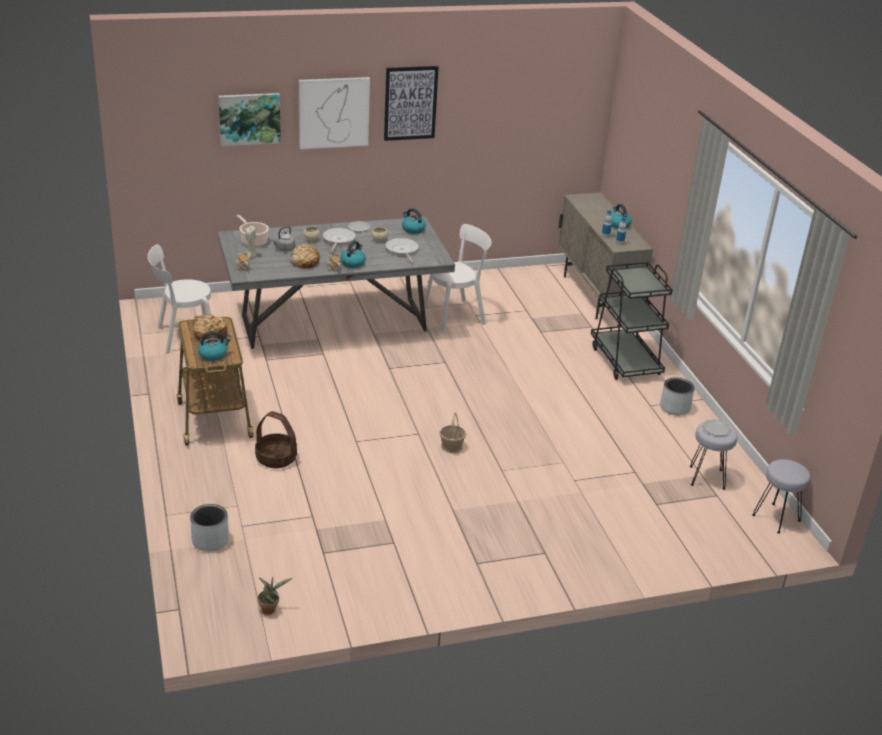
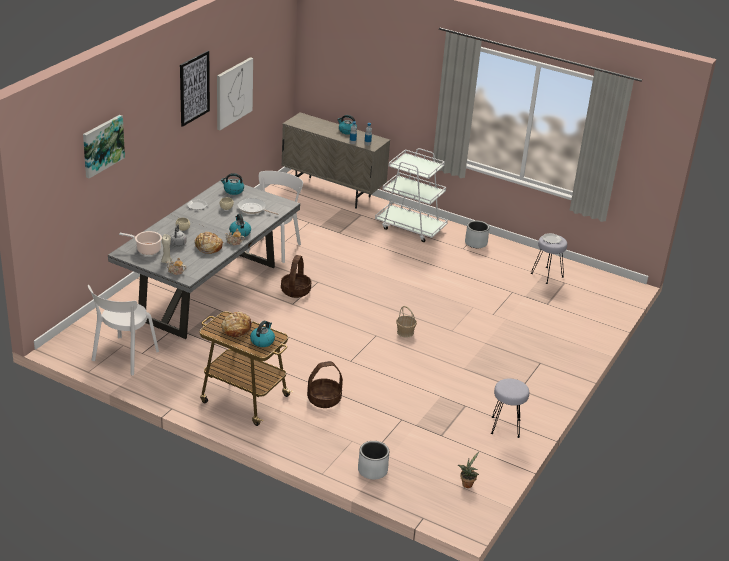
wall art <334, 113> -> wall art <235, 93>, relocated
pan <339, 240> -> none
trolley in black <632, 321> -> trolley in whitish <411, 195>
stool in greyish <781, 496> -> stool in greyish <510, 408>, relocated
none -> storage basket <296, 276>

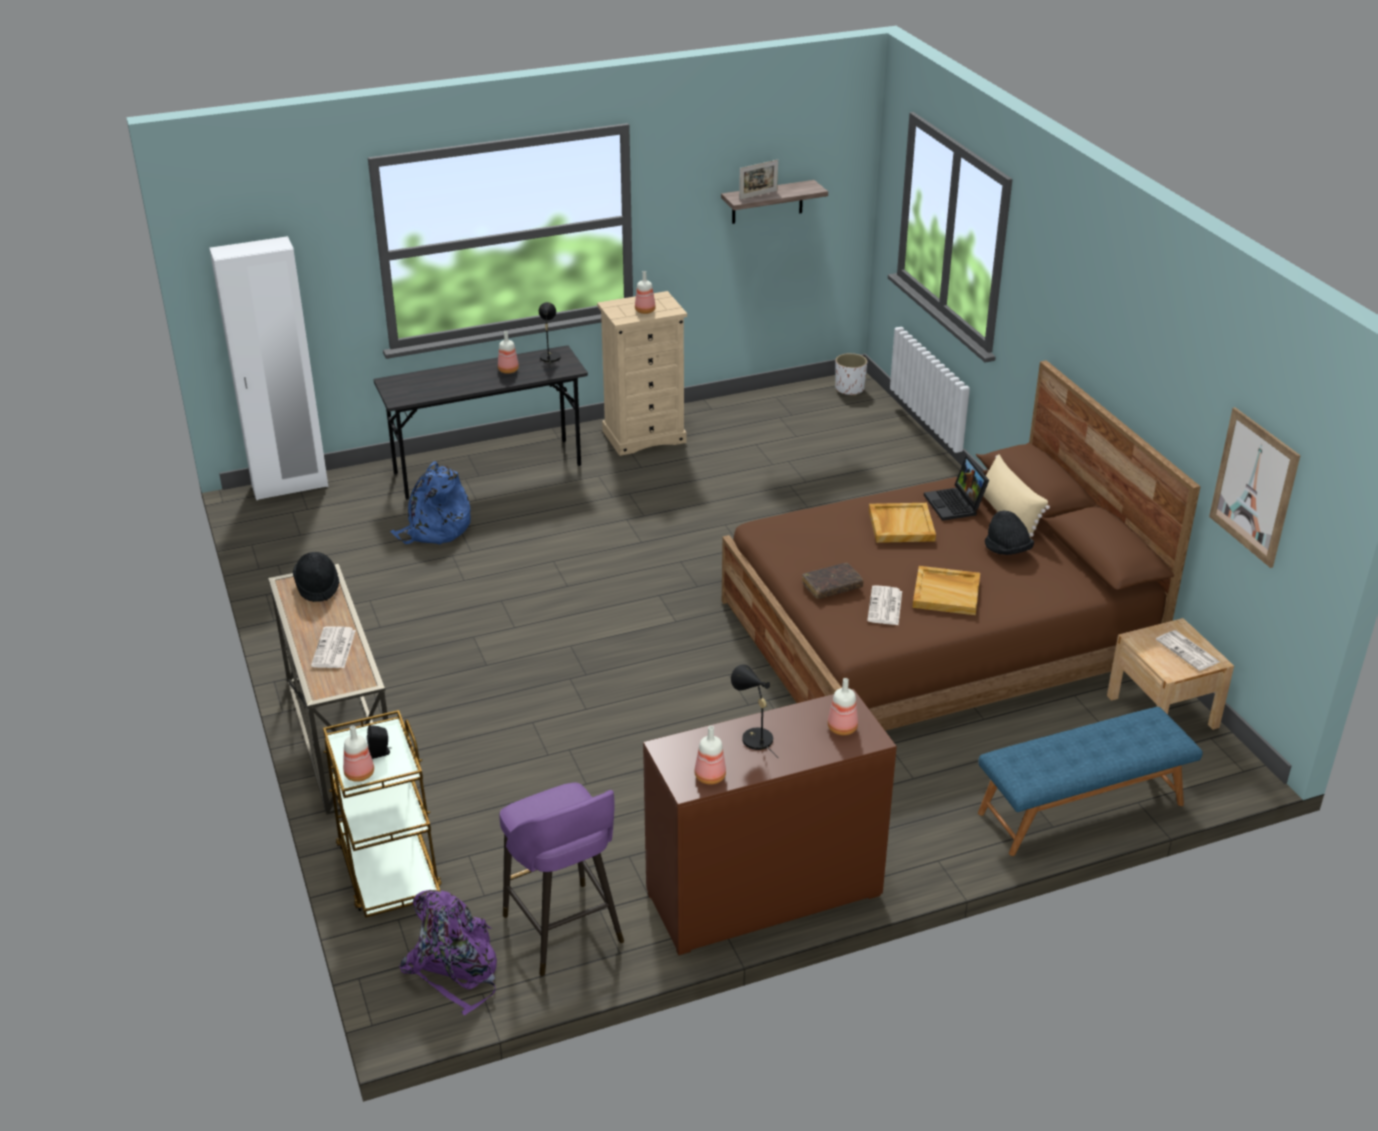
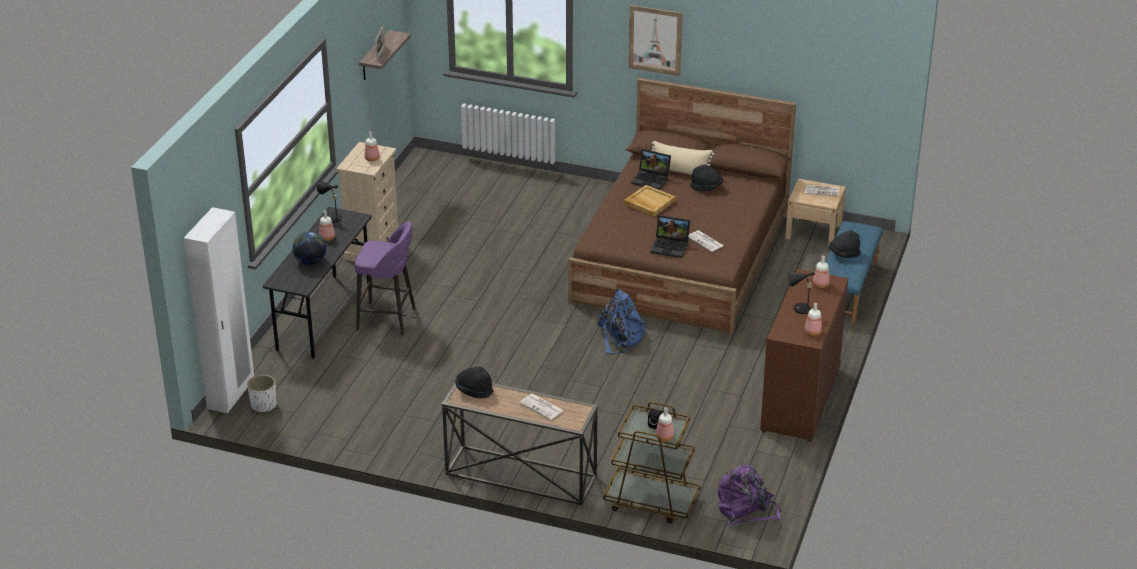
plant pot in whitish <851, 374> -> plant pot in whitish <261, 394>, relocated
wall art <1255, 487> -> wall art <655, 40>, relocated
knapsack in blue-coloured <430, 502> -> knapsack in blue-coloured <622, 321>, relocated
book in brownish <833, 581> -> portable computer <670, 236>
serving tray in beige <946, 590> -> none
stool in purple-coloured <561, 879> -> stool in purple-coloured <385, 278>, relocated
none -> clothing hat in black <844, 244>
none -> desk globe <309, 248>

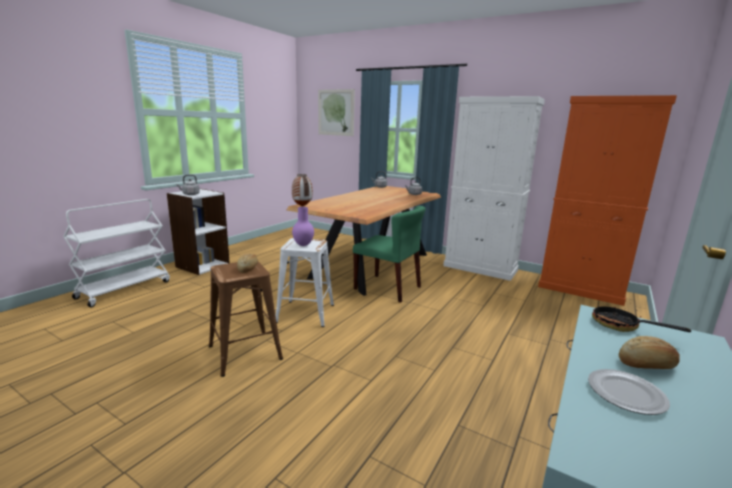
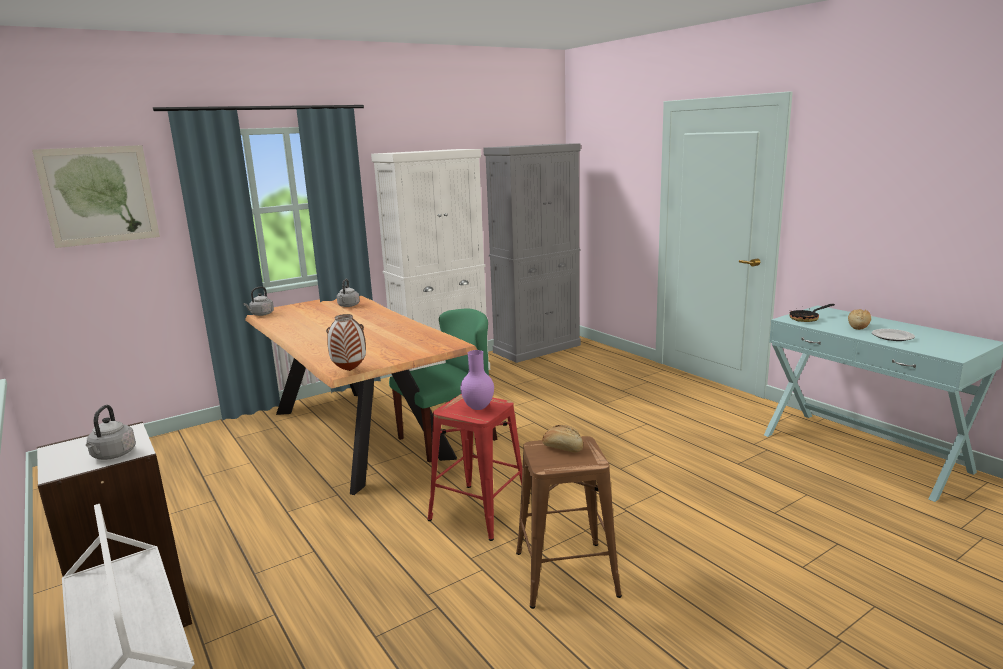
cabinet in orangey <607, 200> -> cabinet in greyish <532, 253>
stool in whitish <305, 282> -> stool in red-coloured <475, 467>

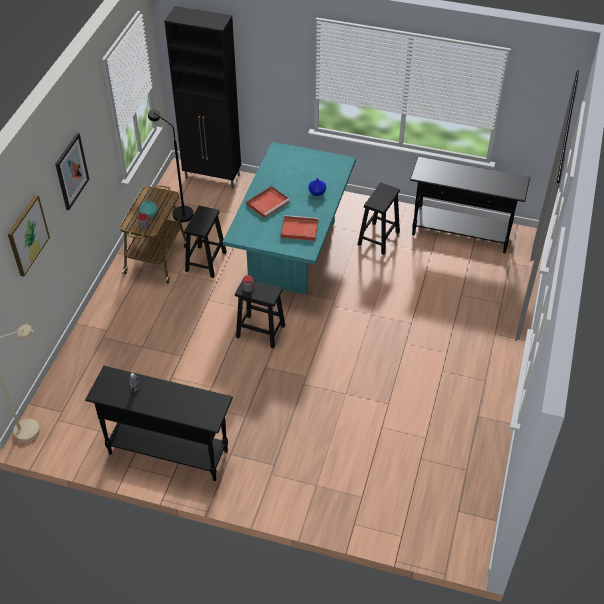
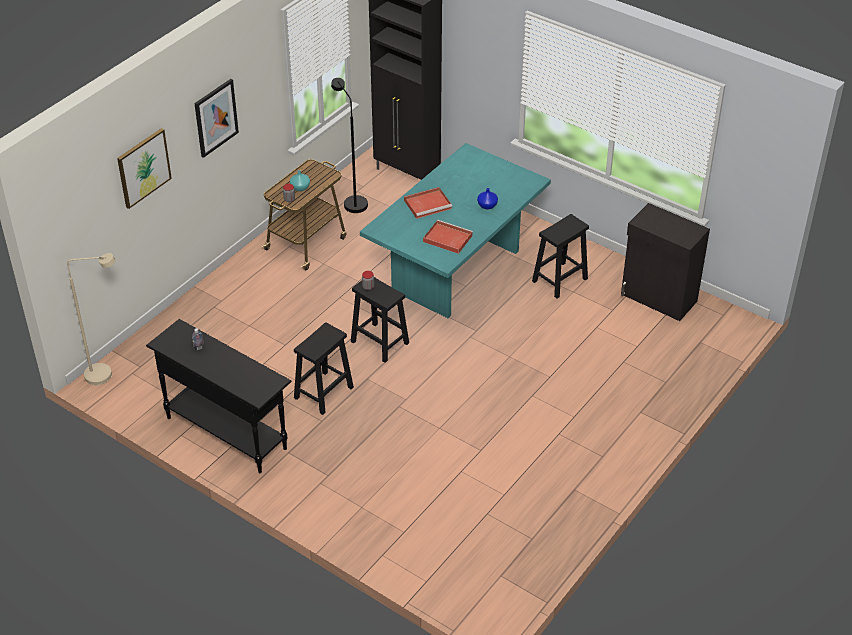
hall table in black <470, 205> -> cabinet in black <665, 262>
stool in black <205, 242> -> stool in black <324, 368>, relocated

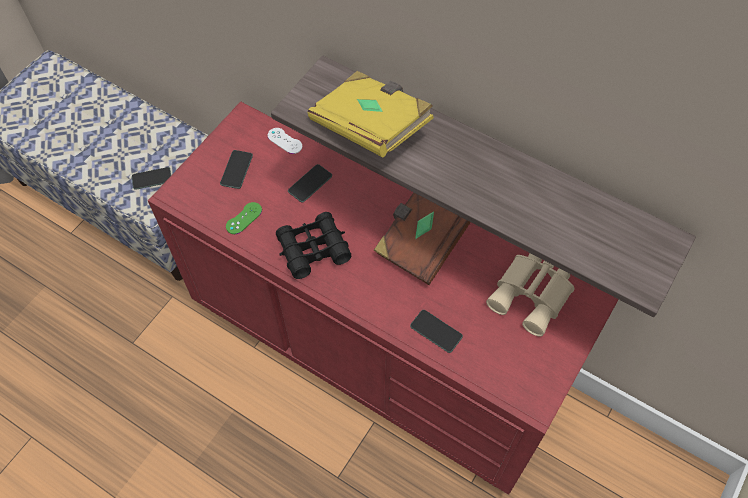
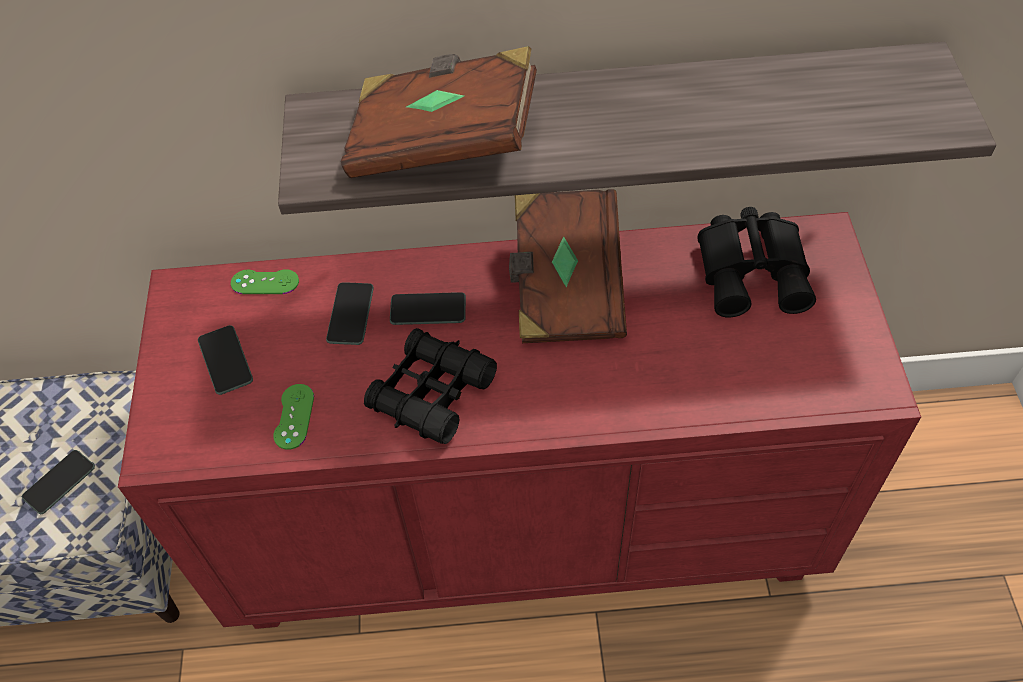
book in yellow <371, 114> -> book in brownish <439, 112>
game controller in whitish <285, 141> -> game controller in green <265, 281>
pair of binoculars in beige <530, 295> -> pair of binoculars in black <756, 262>
telephone <436, 331> -> telephone <428, 308>, relocated

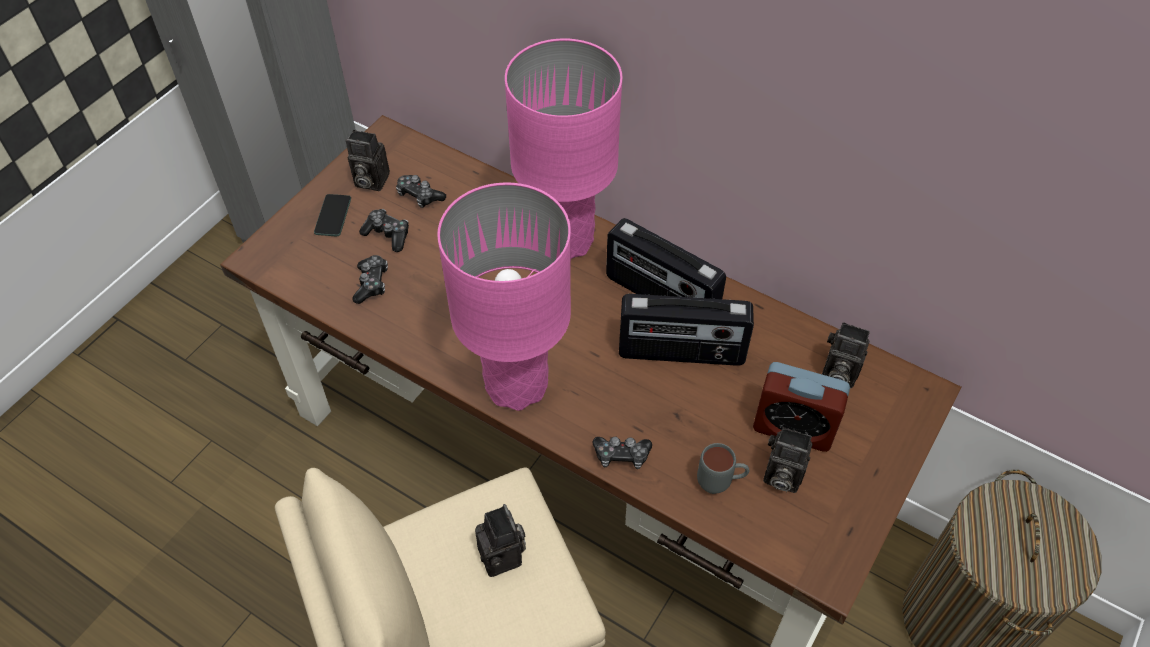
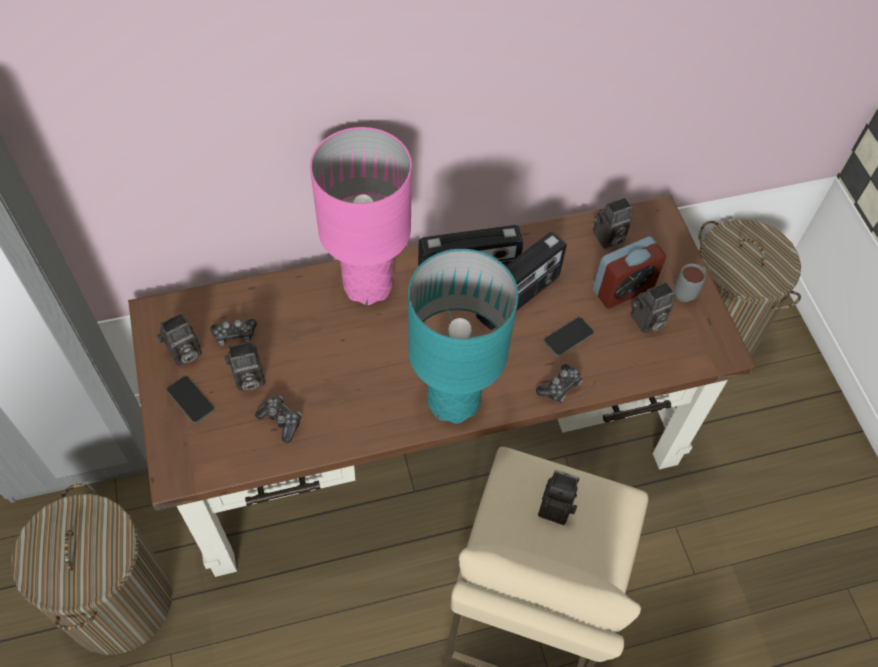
tabletop lamp in pink <504, 296> -> tabletop lamp in turquoise-coloured <463, 336>
game controller <384, 230> -> still camera <244, 366>
coffee mug in greyish <723, 468> -> coffee mug in greyish <690, 282>, relocated
none -> telephone <569, 336>
none -> washing basket <91, 569>

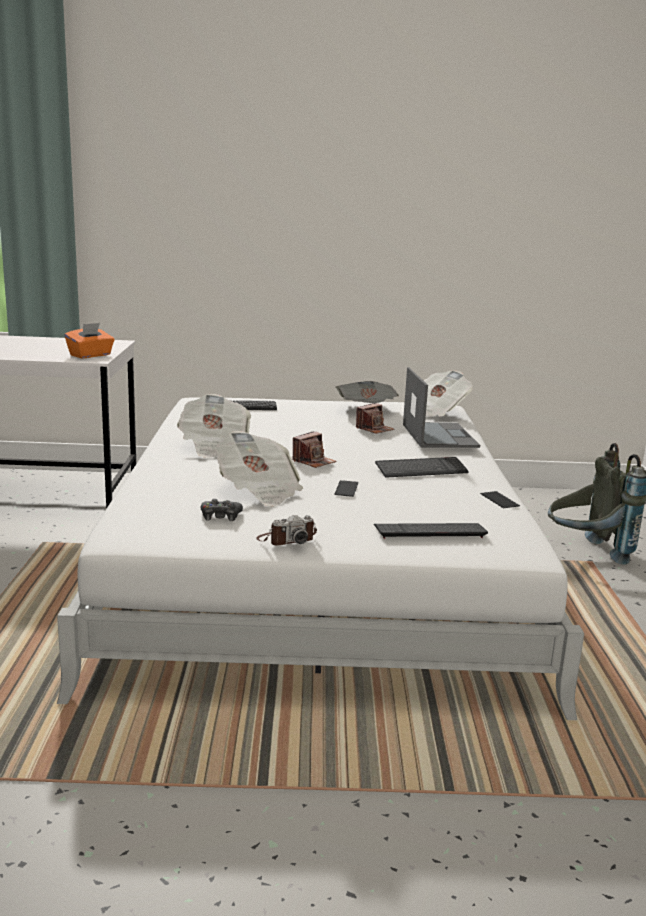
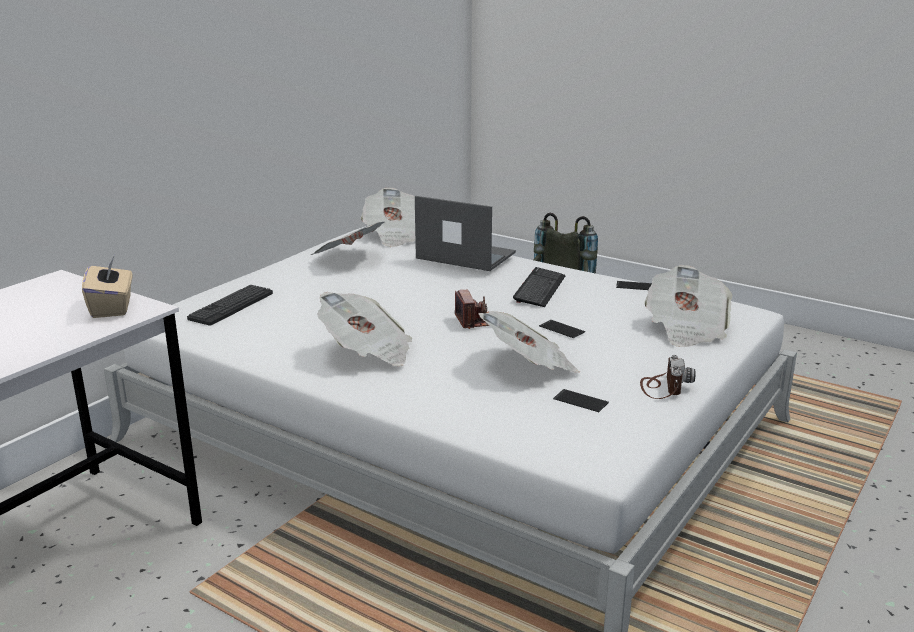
tissue box in orangey <89, 340> -> tissue box in beige <107, 286>
still camera <375, 418> -> none
game controller in black <222, 510> -> telephone <581, 400>
computer keyboard <431, 531> -> newspaper <688, 306>

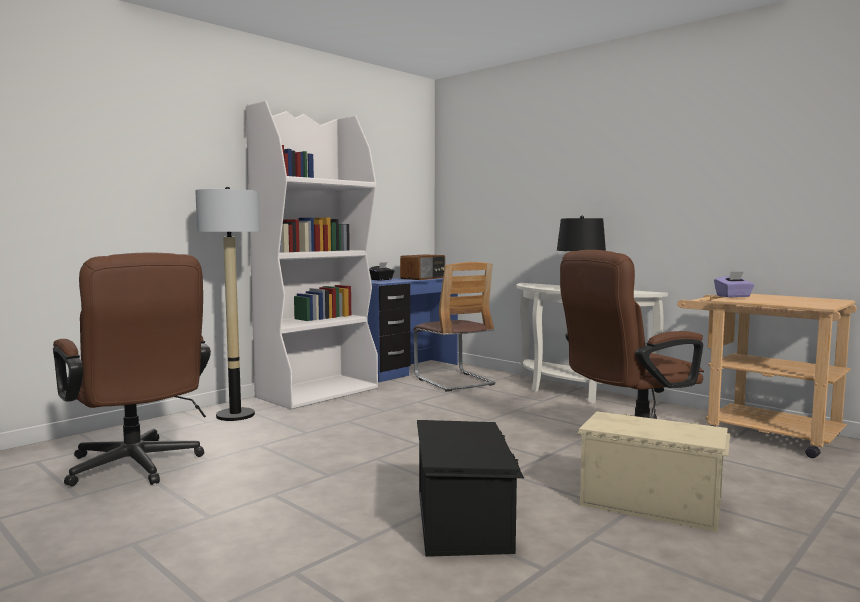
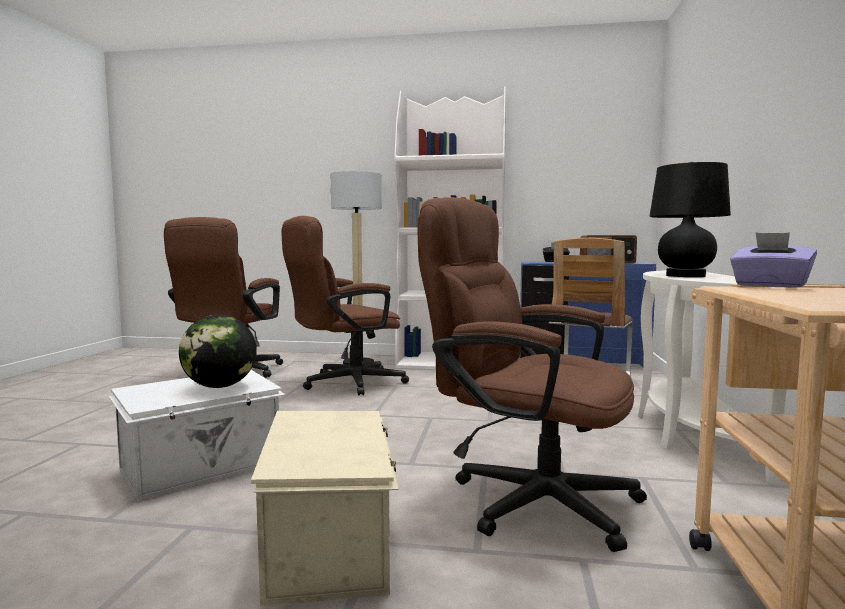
storage bin in black <470, 488> -> storage bin in whitish <197, 435>
none -> desk chair in brownish <345, 306>
none -> desk globe <218, 351>

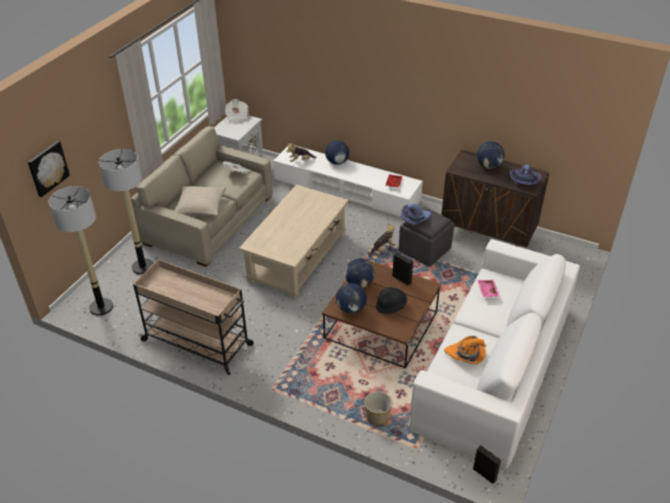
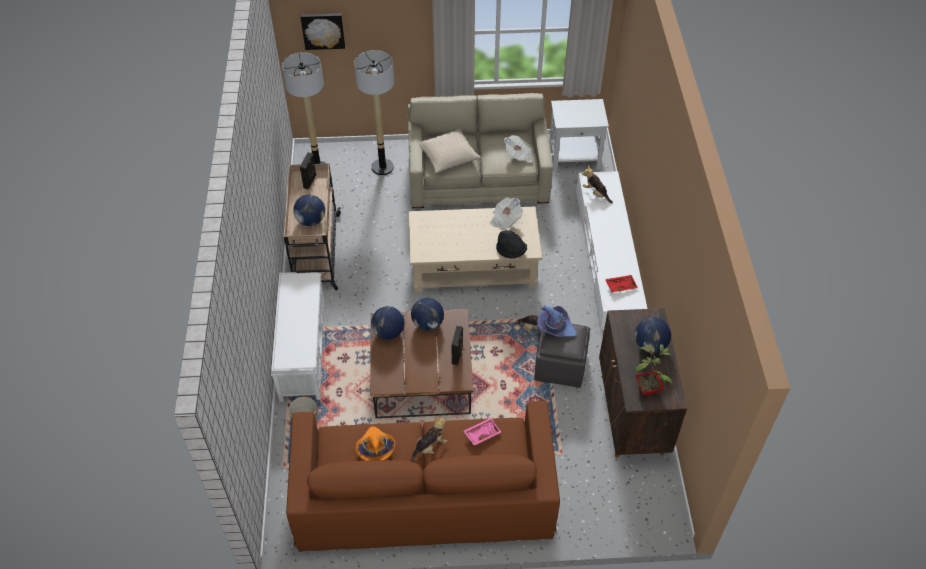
newspaper <236, 112> -> newspaper <506, 213>, relocated
desk globe <337, 152> -> desk globe <309, 210>, relocated
clothing hat in purple-coloured <525, 174> -> potted plant <654, 369>
couch in whitish <494, 354> -> couch in brownish <423, 476>
clothing hat in black <391, 300> -> clothing hat in black <511, 244>, relocated
loudspeaker in black <487, 464> -> loudspeaker in black <308, 171>, relocated
none -> indoor bench in whitish <298, 337>
none -> soft toy <429, 439>

